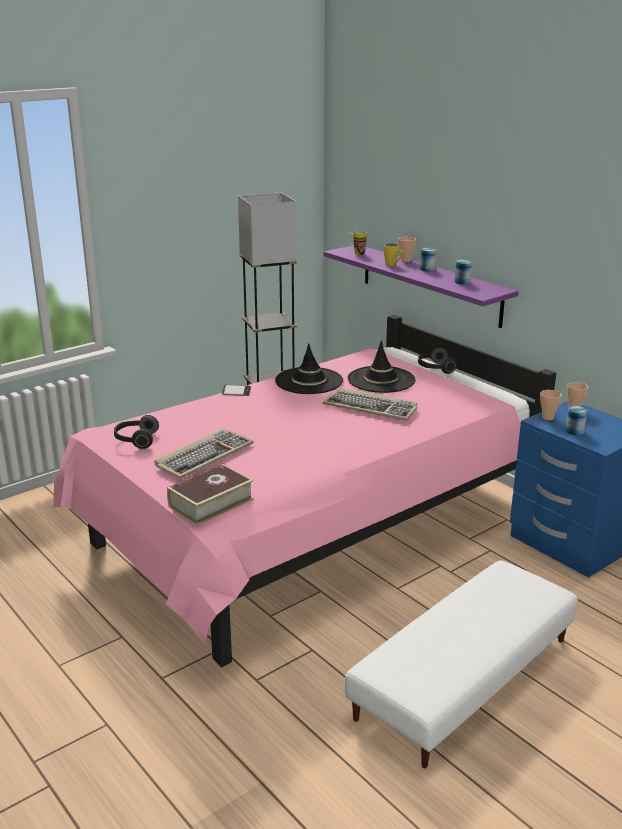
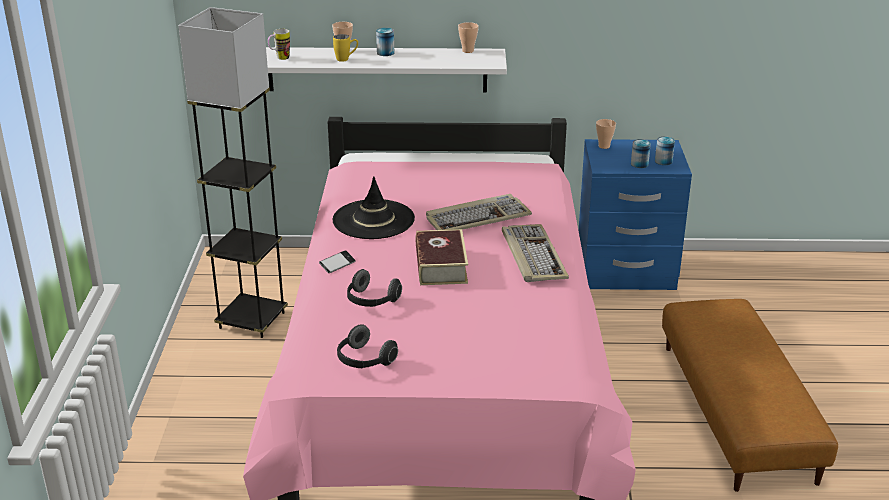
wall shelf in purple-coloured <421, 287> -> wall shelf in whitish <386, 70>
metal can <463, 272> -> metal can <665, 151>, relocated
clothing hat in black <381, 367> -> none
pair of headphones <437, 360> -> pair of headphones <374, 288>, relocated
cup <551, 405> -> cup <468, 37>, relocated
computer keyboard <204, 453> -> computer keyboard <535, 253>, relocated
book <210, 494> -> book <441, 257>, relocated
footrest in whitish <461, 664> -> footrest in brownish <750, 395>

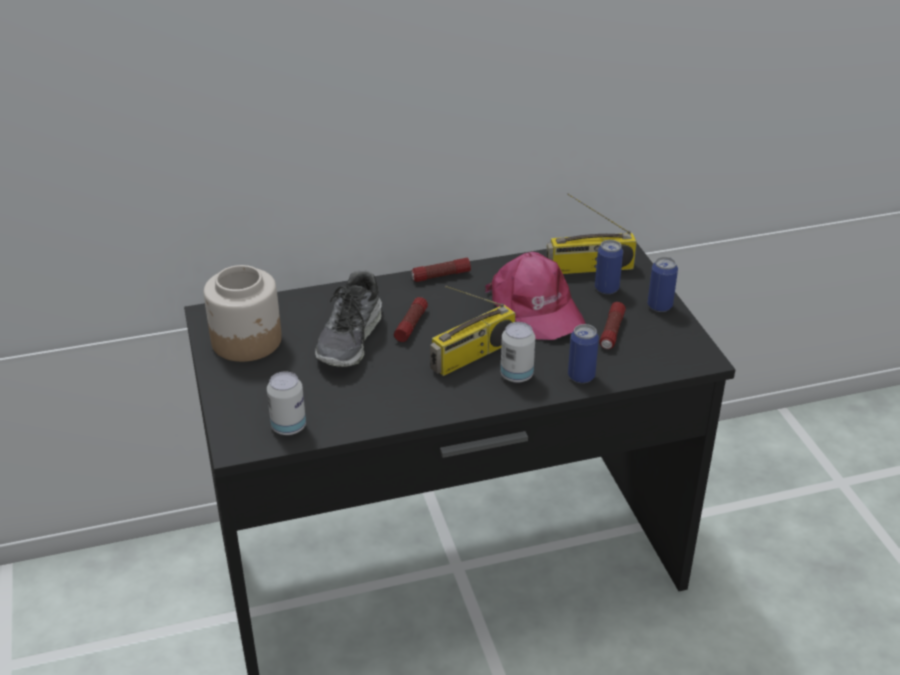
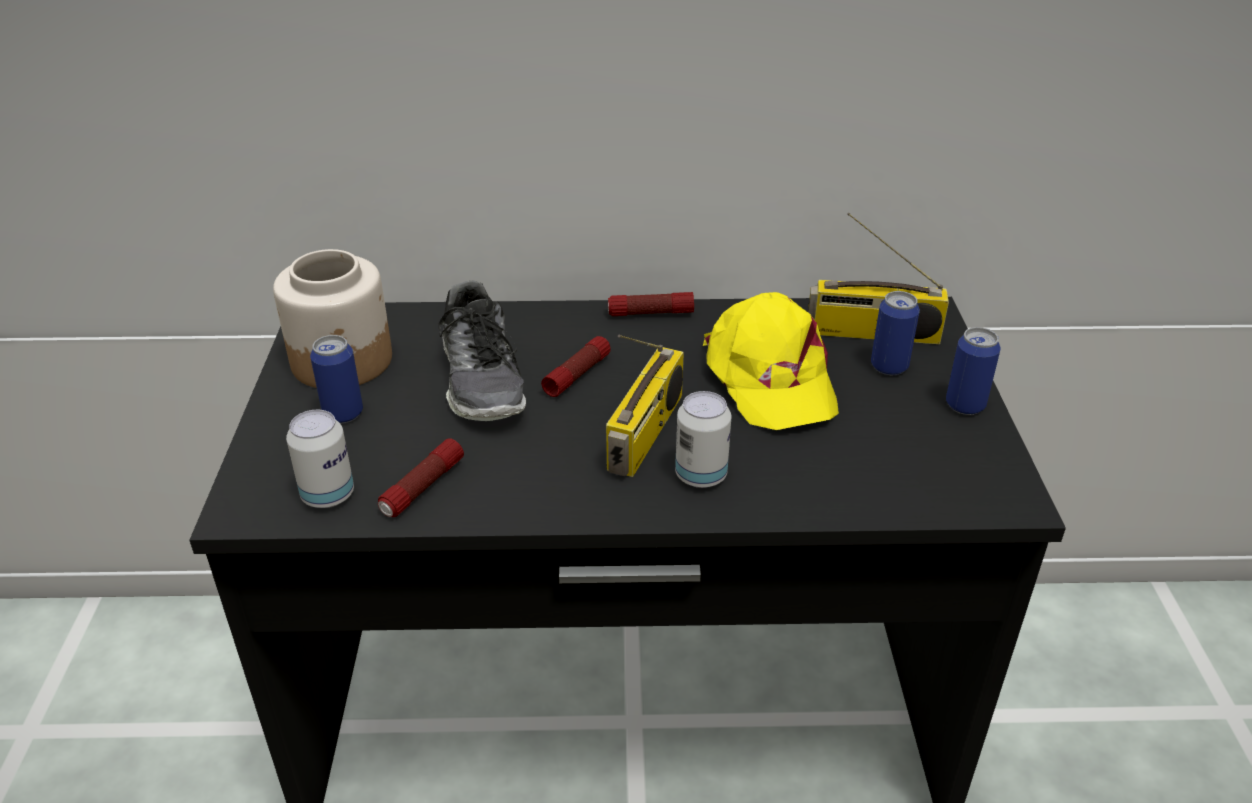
peaked cap in pink <535, 295> -> peaked cap in yellow <771, 361>
item of footwear <348, 319> -> item of footwear <482, 351>, 45 degrees counterclockwise
radio <472, 331> -> radio <645, 405>, 45 degrees counterclockwise
torch <613, 325> -> torch <421, 477>, relocated
metal can <583, 353> -> metal can <336, 379>, relocated

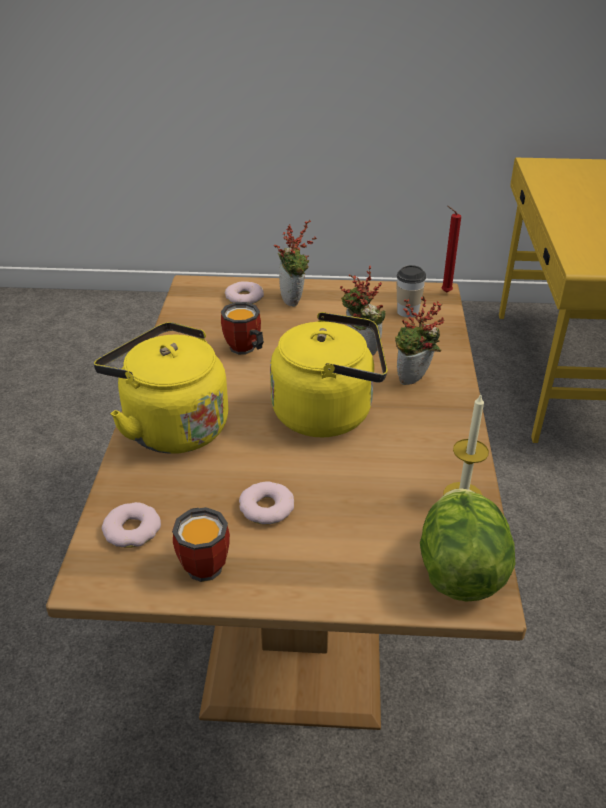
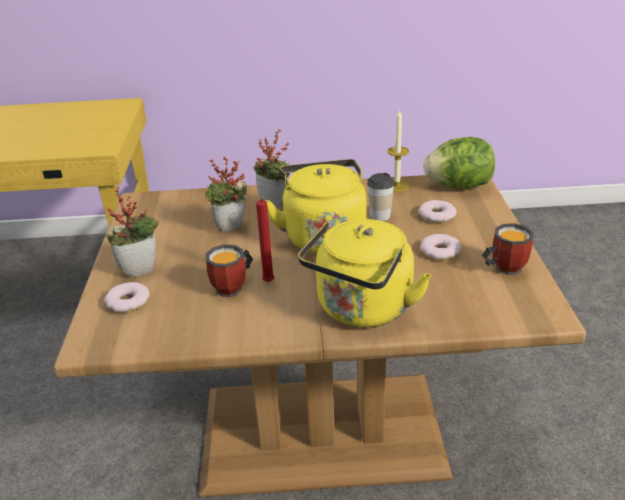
candle in red-coloured <451, 249> -> candle in red-coloured <265, 240>, relocated
cup <411, 291> -> cup <380, 197>, relocated
ring doughnut <131, 525> -> ring doughnut <437, 211>, relocated

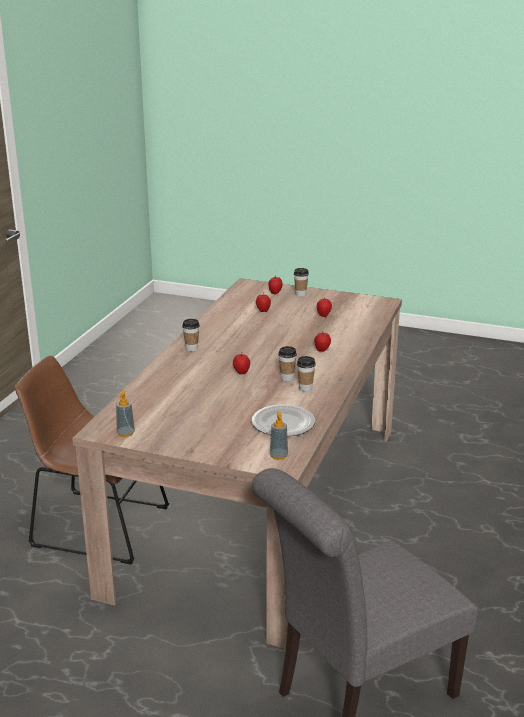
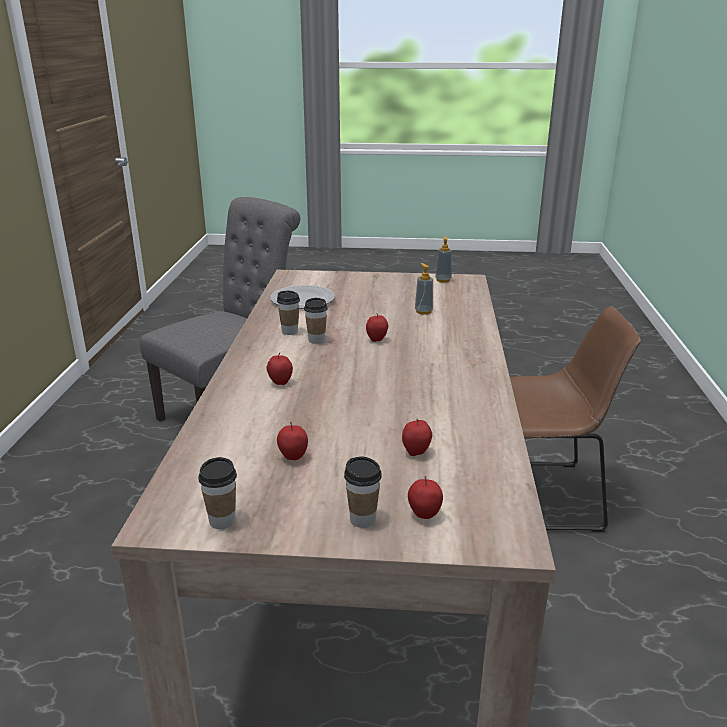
cup <191, 335> -> cup <217, 493>, relocated
soap dispenser <279, 436> -> soap dispenser <424, 289>, relocated

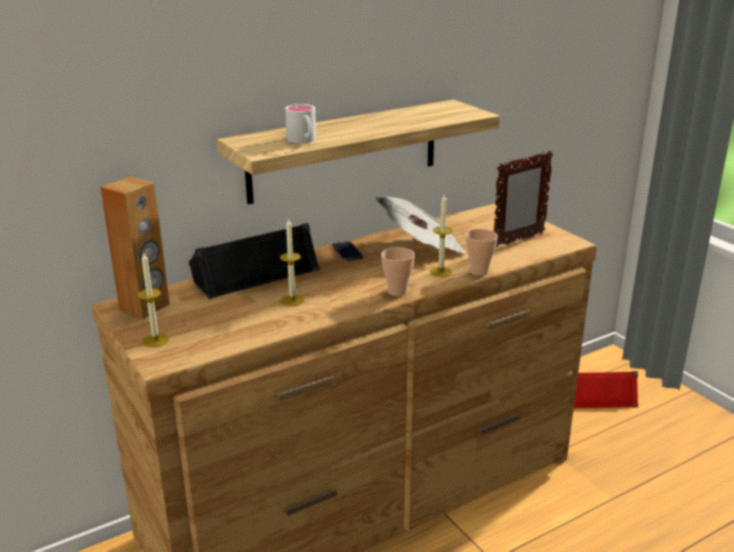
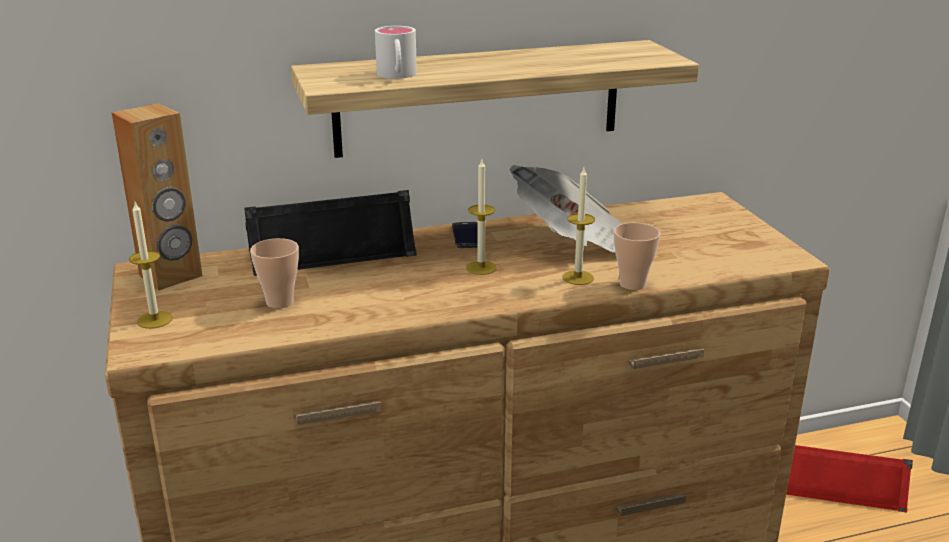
photo frame <523, 199> -> none
candle <292, 262> -> candle <481, 217>, relocated
cup <398, 271> -> cup <274, 273>, relocated

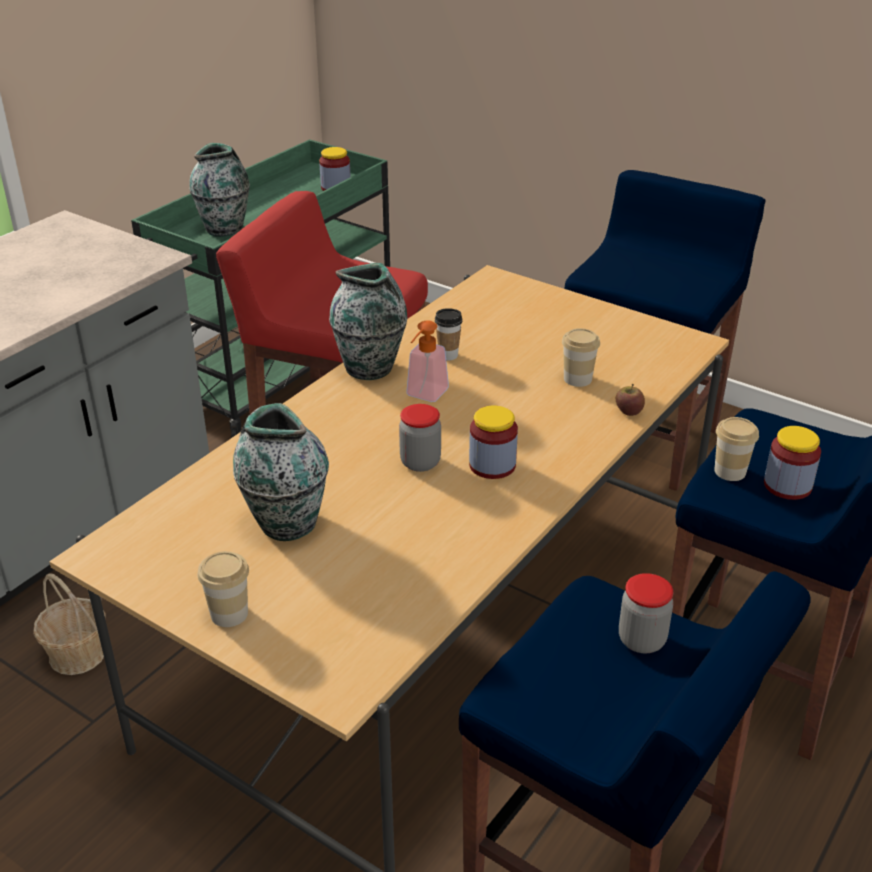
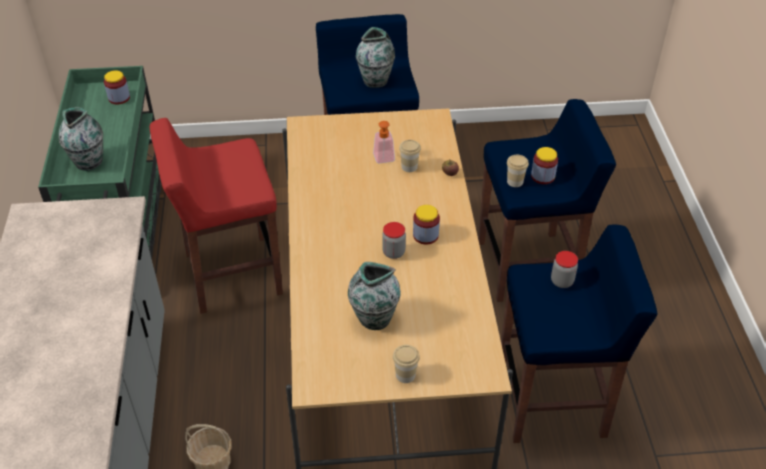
decorative vase <368, 321> -> decorative vase <375, 57>, relocated
cup <448, 334> -> none
soap dispenser <427, 361> -> soap dispenser <384, 142>, relocated

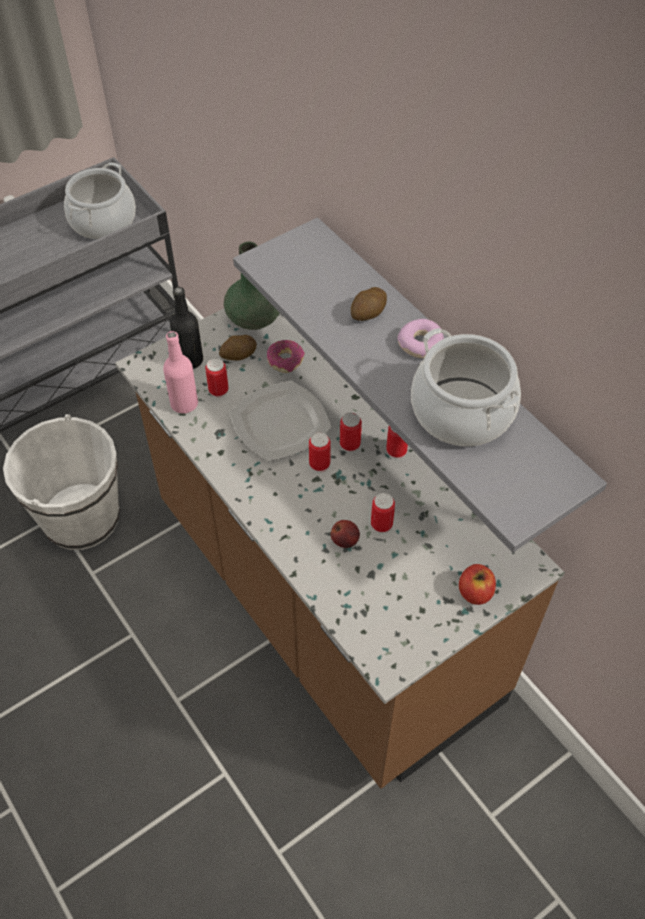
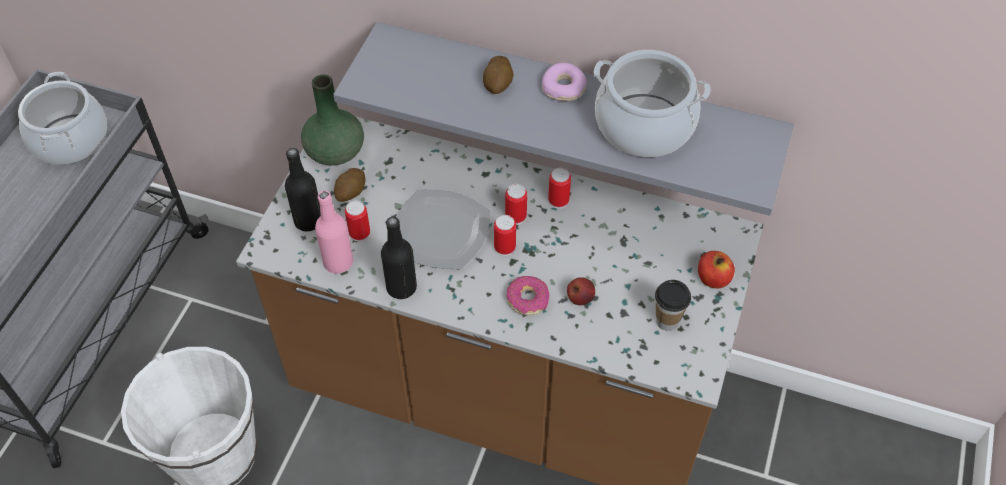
ring doughnut <286, 356> -> ring doughnut <527, 295>, relocated
metal can <383, 513> -> none
none -> bottle in black <399, 258>
none -> cup <673, 305>

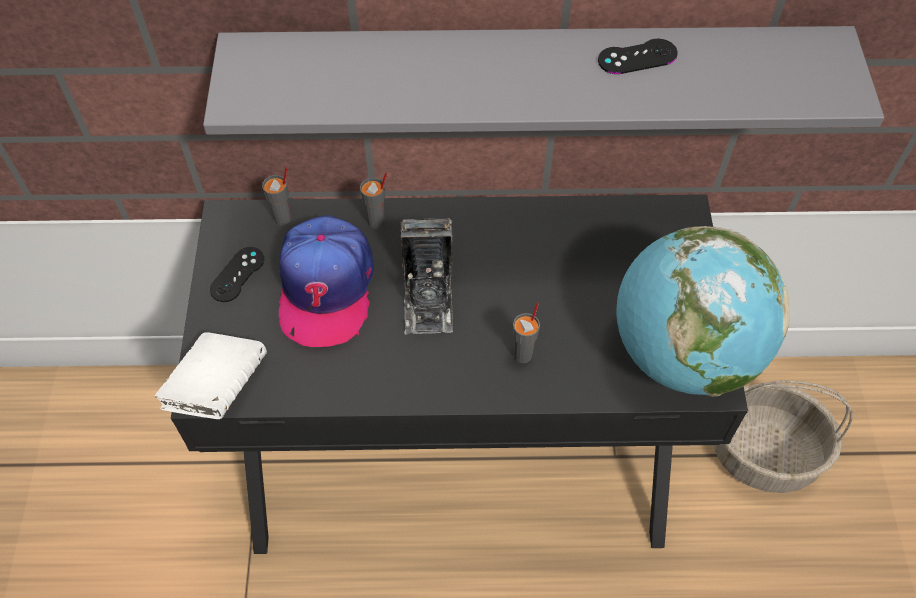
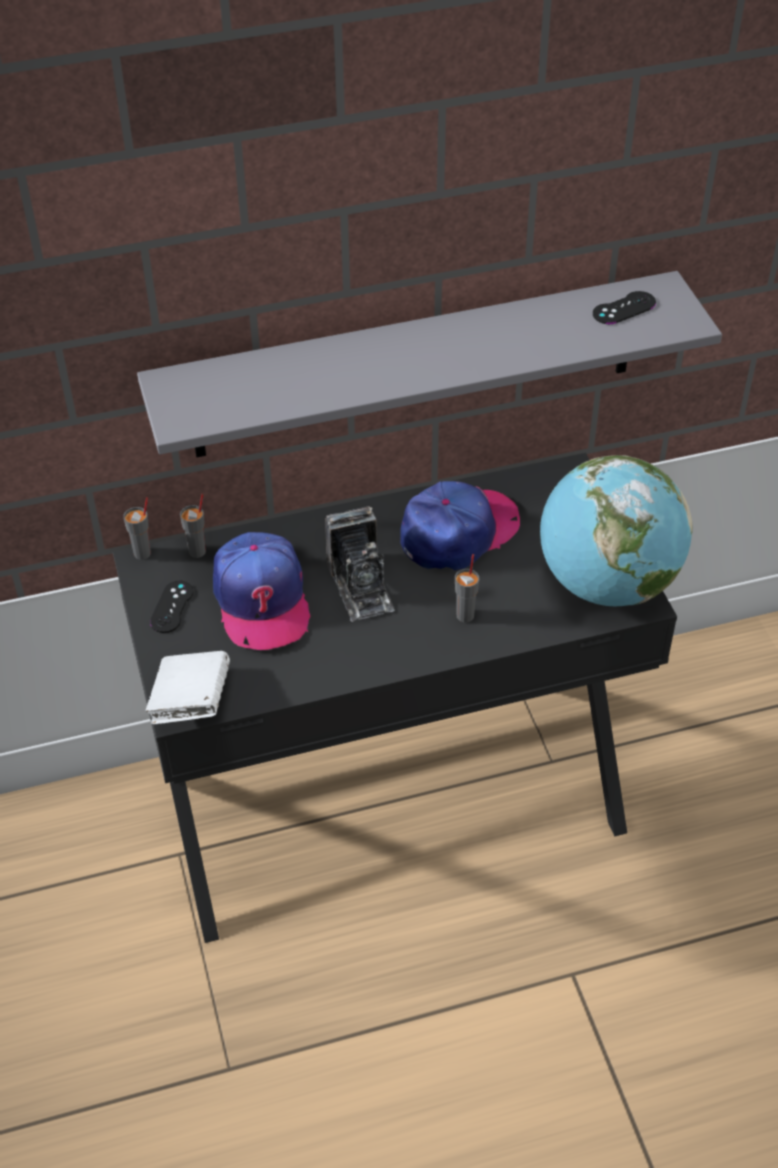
game controller in black <637, 56> -> game controller in black <624, 307>, relocated
cup in greyish <373, 200> -> cup in greyish <137, 528>, relocated
storage basket <783, 436> -> none
none -> peaked cap <460, 526>

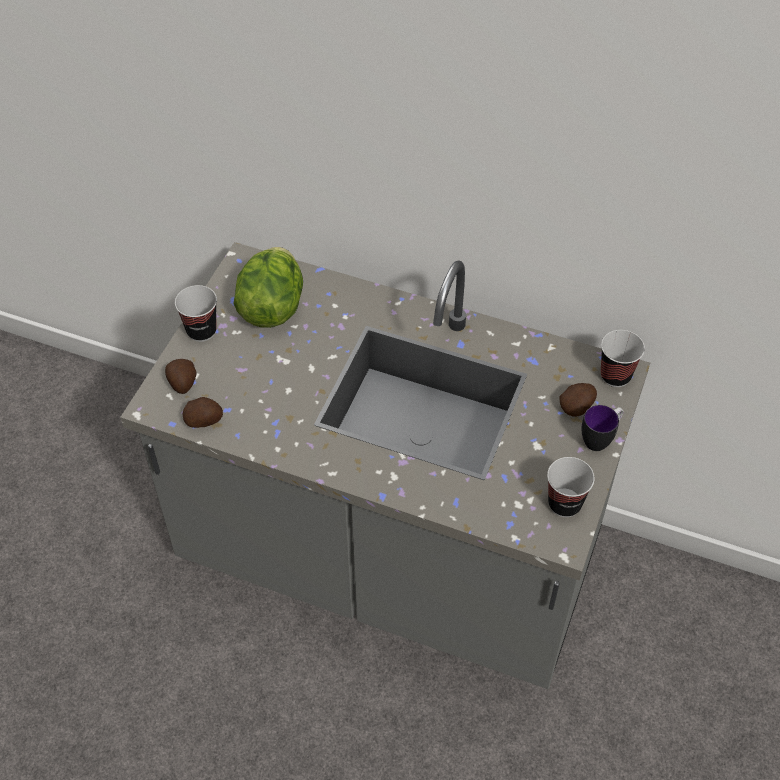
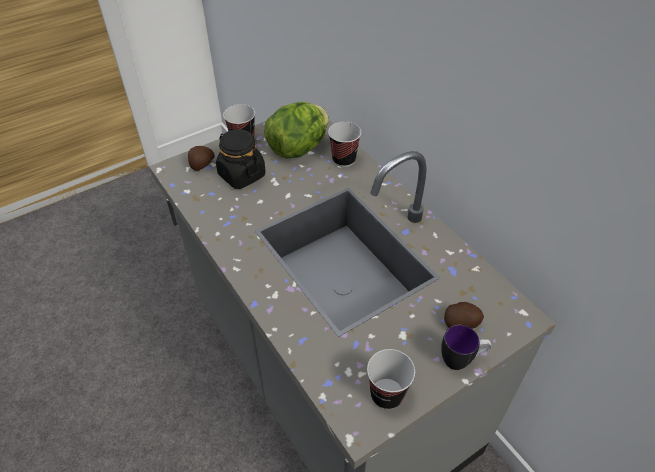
cup <623, 358> -> cup <344, 144>, relocated
spud <203, 412> -> none
none -> preserve jar in black <240, 159>

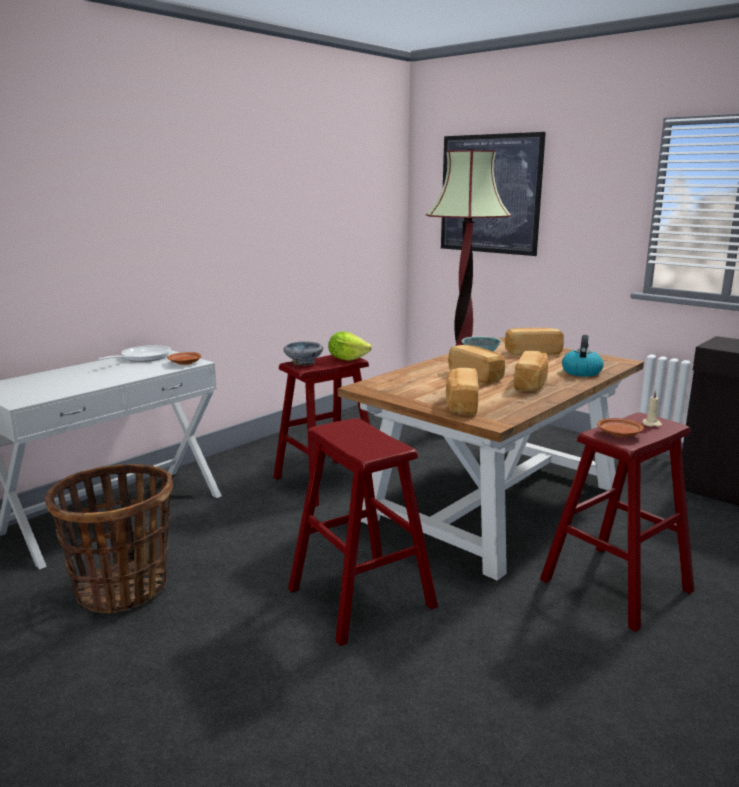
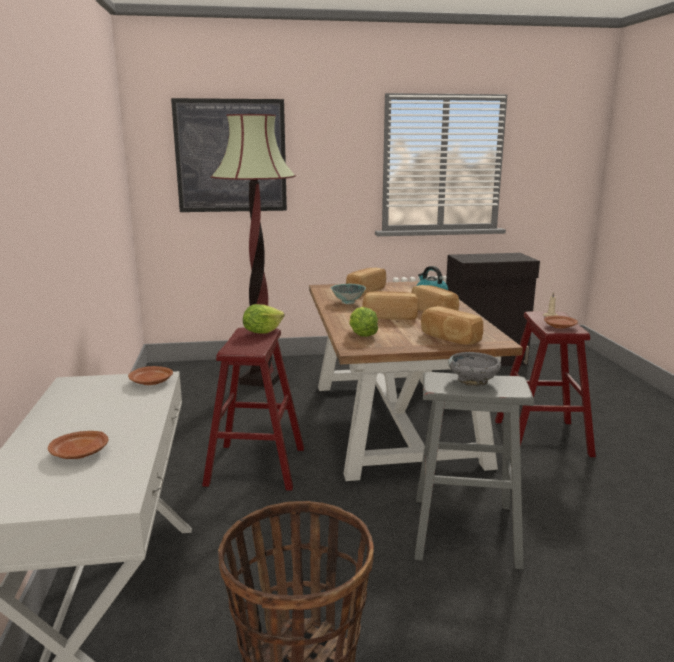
bowl in greyish <303, 354> -> bowl in greyish <474, 369>, relocated
pan <134, 353> -> none
stool in red-coloured <363, 532> -> stool in greyish <474, 470>
none -> lettuce <363, 322>
none -> dinner plate in brownish <78, 445>

